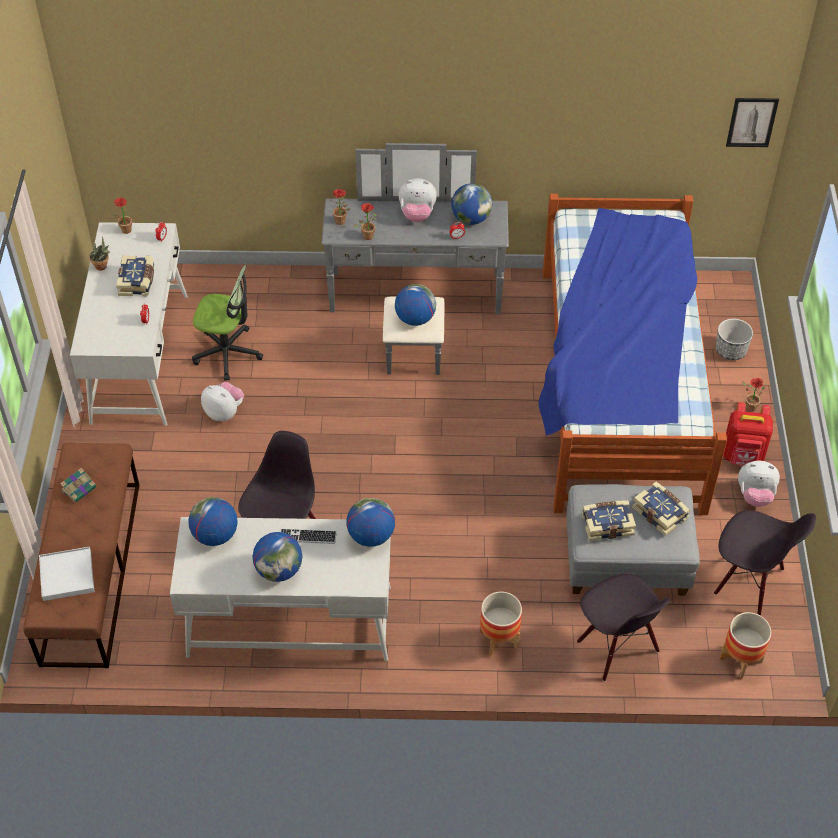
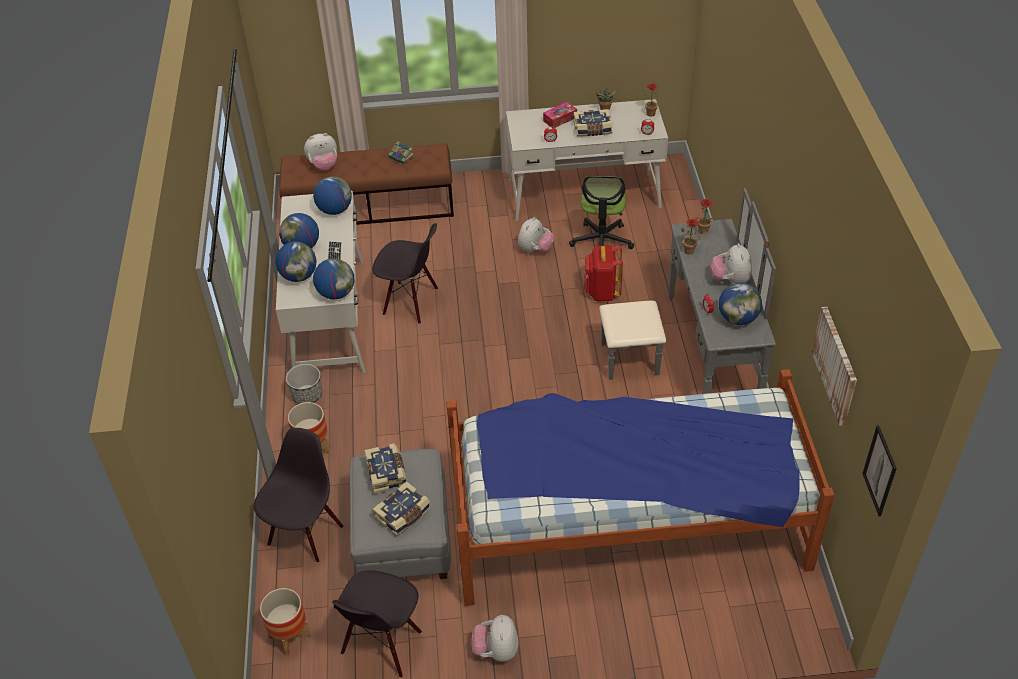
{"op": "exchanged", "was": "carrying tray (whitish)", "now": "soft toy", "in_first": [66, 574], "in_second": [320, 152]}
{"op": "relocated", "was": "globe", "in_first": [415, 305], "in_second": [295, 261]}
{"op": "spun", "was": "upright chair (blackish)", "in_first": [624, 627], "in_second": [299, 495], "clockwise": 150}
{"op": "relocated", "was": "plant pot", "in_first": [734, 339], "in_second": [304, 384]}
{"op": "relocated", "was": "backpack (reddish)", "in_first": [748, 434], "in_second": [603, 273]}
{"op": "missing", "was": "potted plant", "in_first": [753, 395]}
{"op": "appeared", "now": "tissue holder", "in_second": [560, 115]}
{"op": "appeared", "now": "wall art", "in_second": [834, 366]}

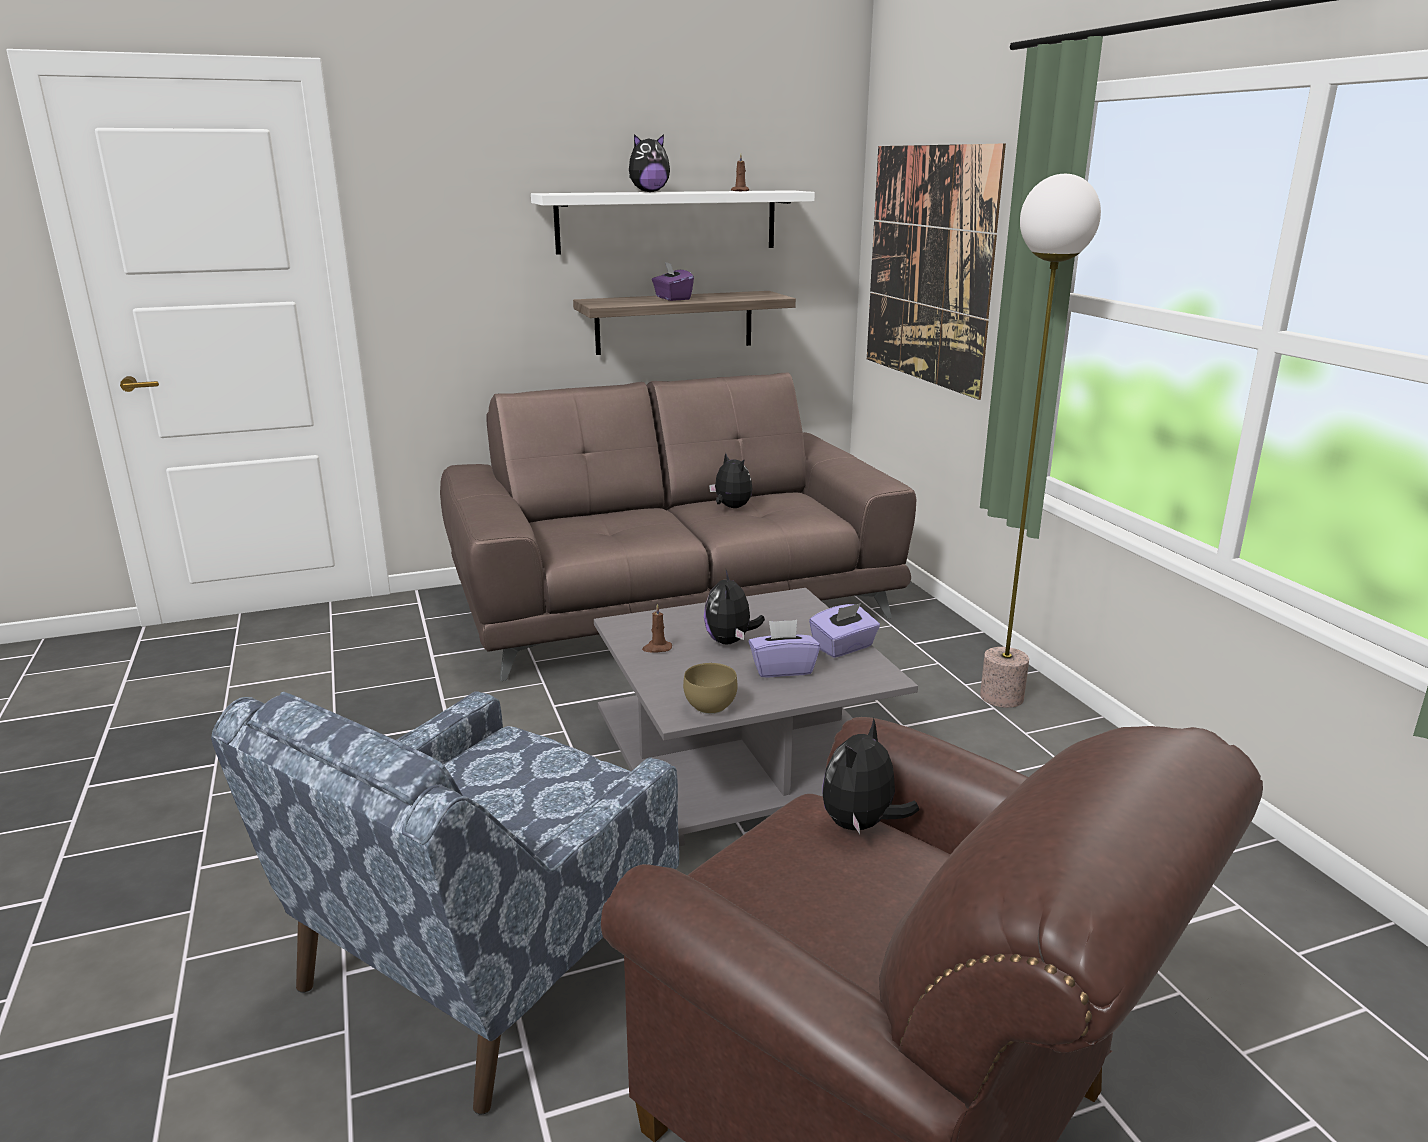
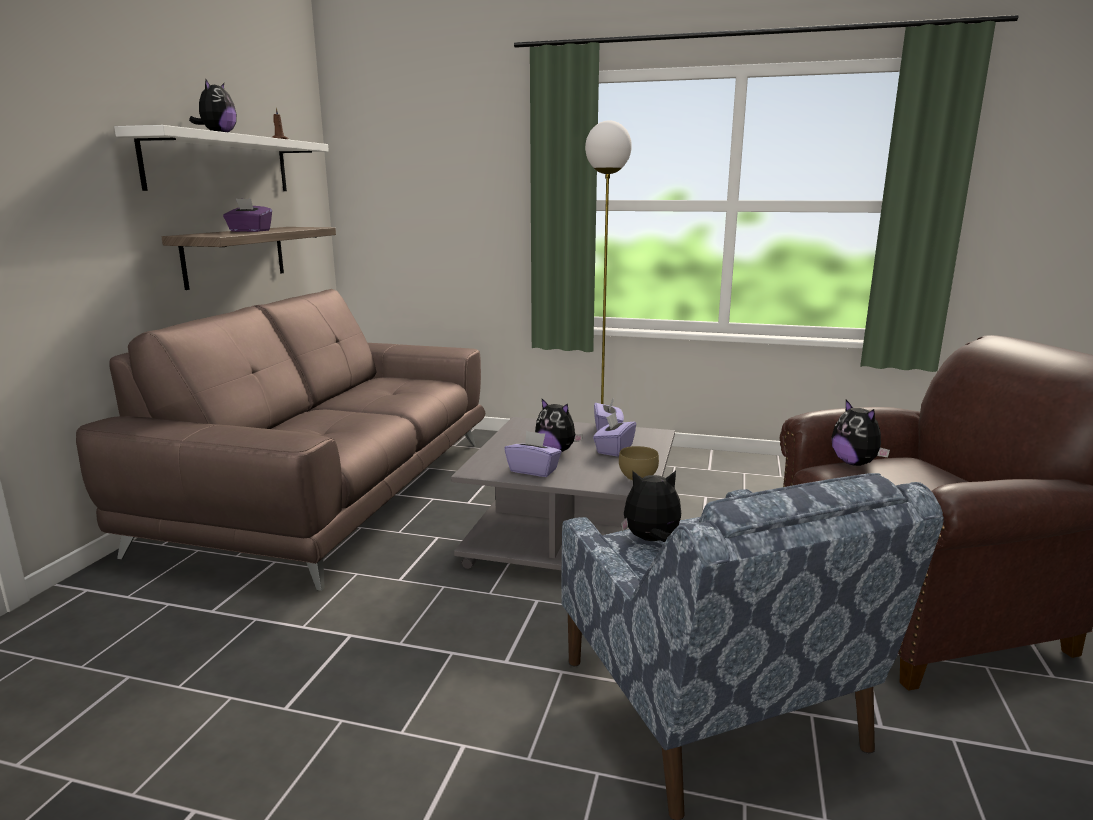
{"op": "exchanged", "was": "candle (brownish)", "now": "tissue holder (purplish)", "in_first": [657, 628], "in_second": [533, 454]}
{"op": "relocated", "was": "soft toy", "in_first": [731, 480], "in_second": [651, 506]}
{"op": "missing", "was": "wall art", "in_first": [936, 272]}

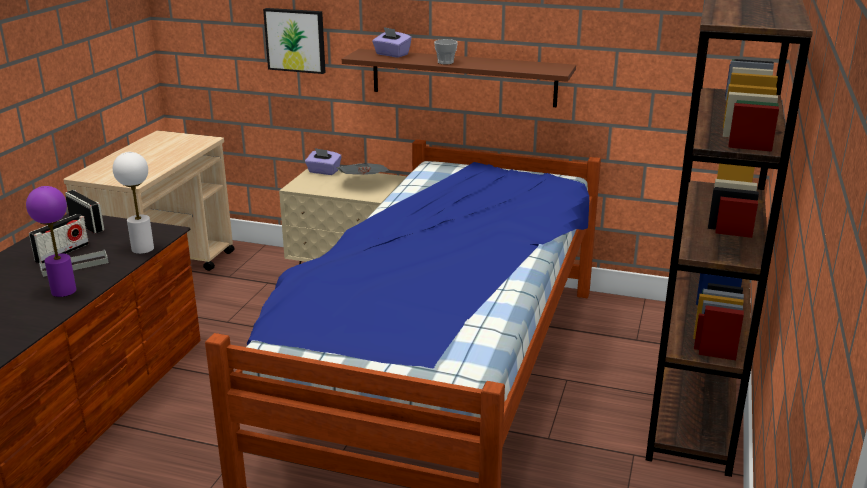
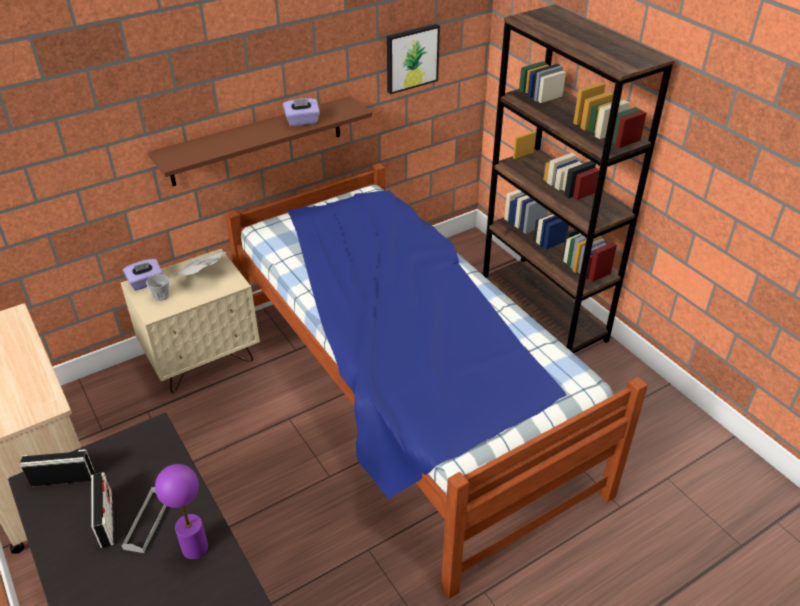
{"op": "missing", "was": "lamp for a table (whitish)", "in_first": [133, 203]}
{"op": "relocated", "was": "wall art", "in_first": [294, 41], "in_second": [413, 59]}
{"op": "relocated", "was": "tissue holder (purplish)", "in_first": [392, 42], "in_second": [301, 112]}
{"op": "relocated", "was": "small cup", "in_first": [446, 51], "in_second": [157, 287]}

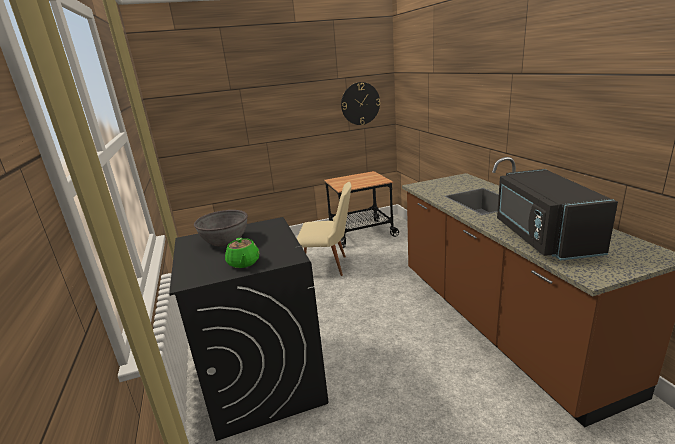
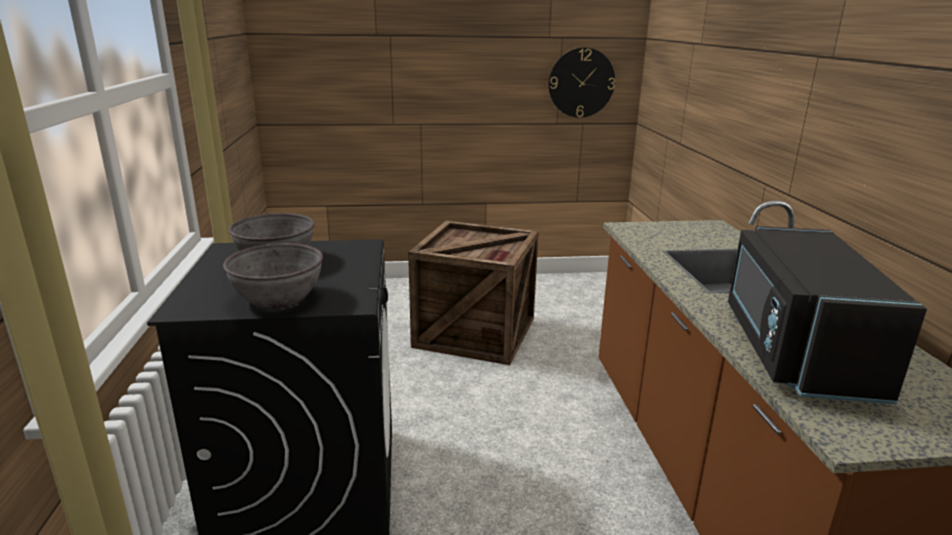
{"op": "exchanged", "was": "teapot (green-coloured)", "now": "deep dish (gray)", "in_first": [242, 253], "in_second": [273, 276]}
{"op": "exchanged", "was": "upright chair (beige-coloured)", "now": "crate", "in_first": [324, 229], "in_second": [473, 293]}
{"op": "missing", "was": "cart", "in_first": [361, 209]}

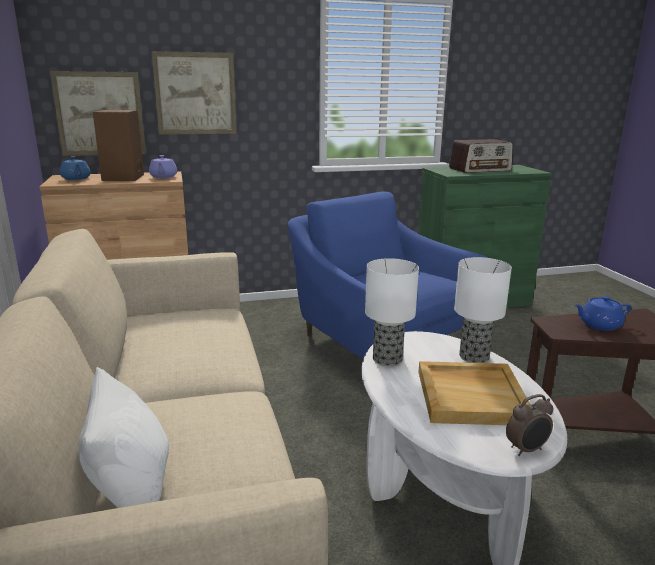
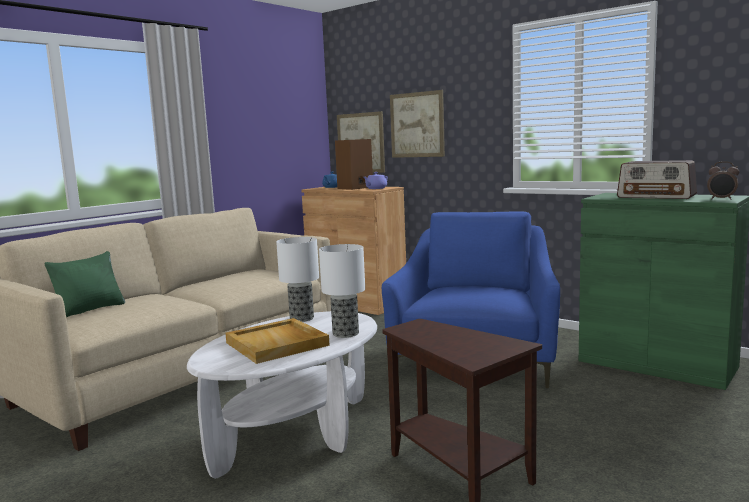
{"op": "colour", "was": "cushion (whitish)", "now": "cushion (green-coloured)", "in_first": [124, 437], "in_second": [84, 284]}
{"op": "relocated", "was": "alarm clock", "in_first": [529, 425], "in_second": [723, 180]}
{"op": "missing", "was": "teapot (bluish)", "in_first": [603, 313]}

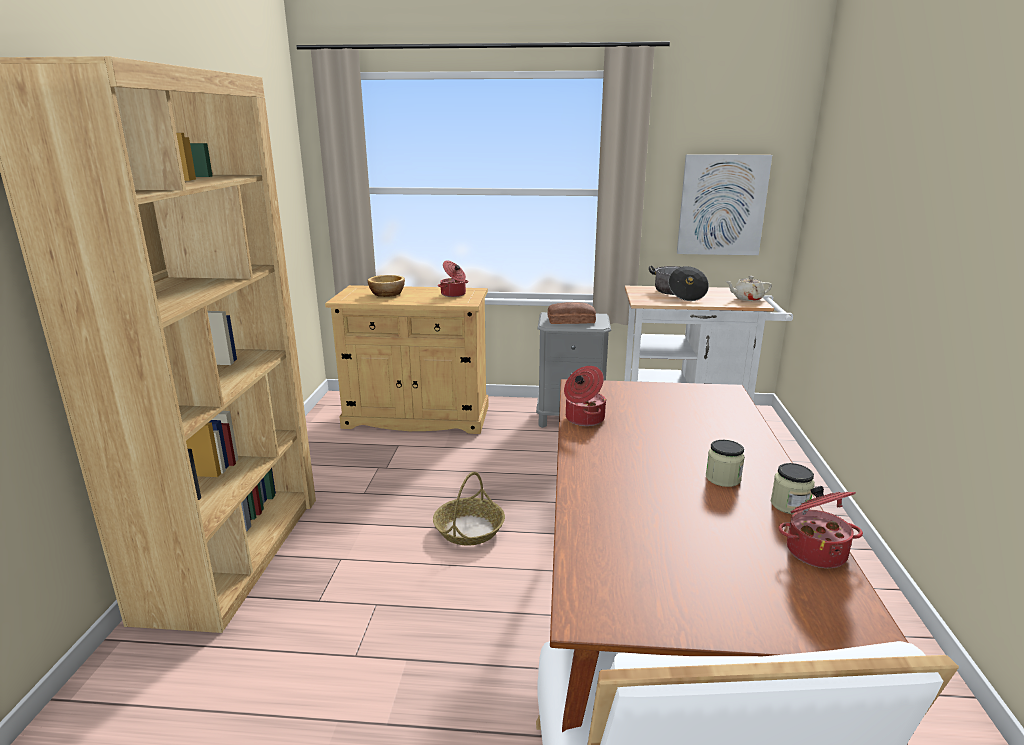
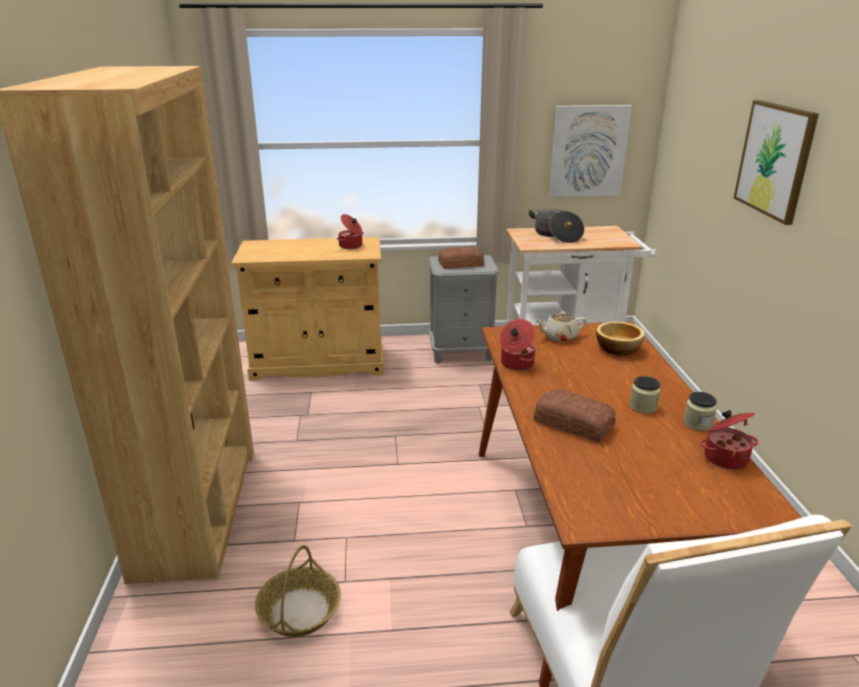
{"op": "relocated", "was": "deep dish", "in_first": [386, 286], "in_second": [620, 338]}
{"op": "relocated", "was": "storage basket", "in_first": [469, 508], "in_second": [298, 591]}
{"op": "relocated", "was": "teapot (beige-coloured)", "in_first": [749, 288], "in_second": [560, 326]}
{"op": "appeared", "now": "bread", "in_second": [575, 416]}
{"op": "appeared", "now": "wall art", "in_second": [776, 162]}

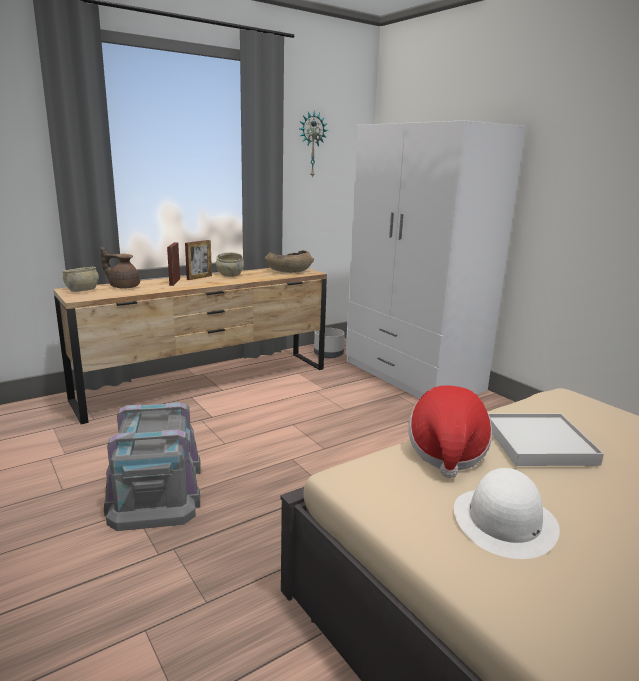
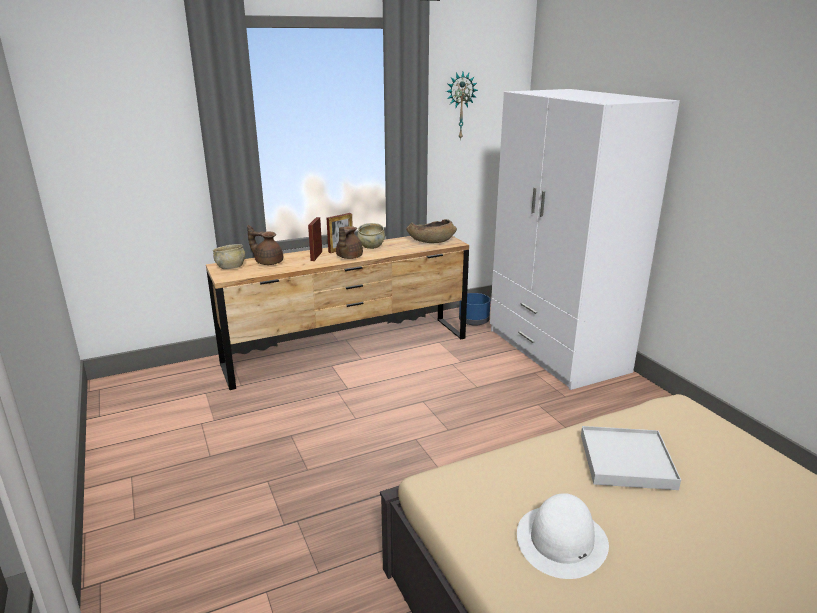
{"op": "missing", "was": "storage container (gray)", "in_first": [152, 466]}
{"op": "colour", "was": "plant pot (gray)", "now": "plant pot (bluish)", "in_first": [329, 343], "in_second": [475, 309]}
{"op": "missing", "was": "wearable hat", "in_first": [450, 431]}
{"op": "appeared", "now": "teapot (brownish)", "in_second": [349, 242]}

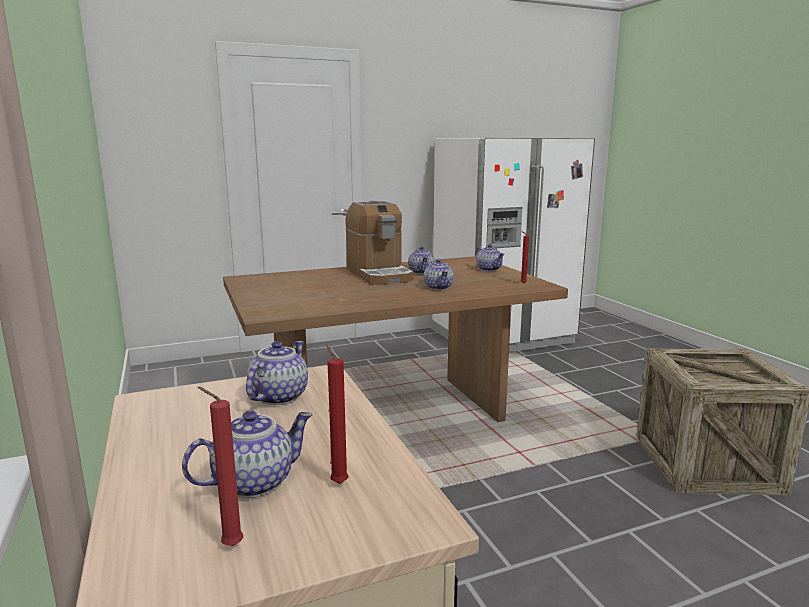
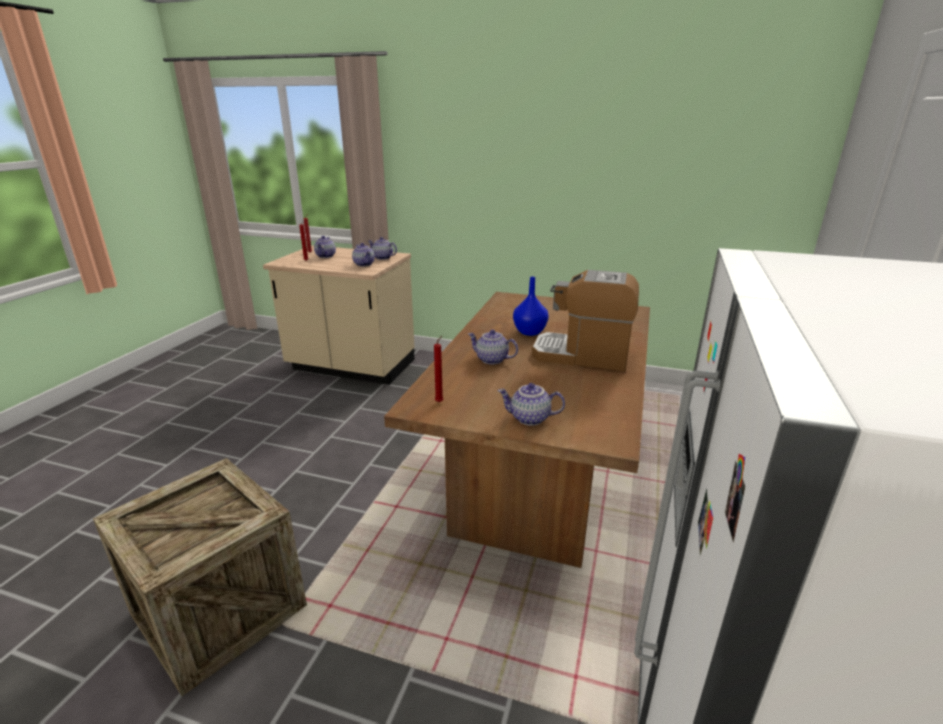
{"op": "relocated", "was": "teapot", "in_first": [421, 260], "in_second": [382, 248]}
{"op": "appeared", "now": "flower vase (bluish)", "in_second": [530, 306]}

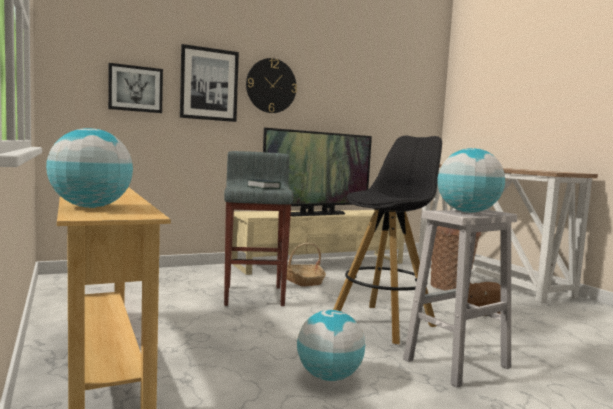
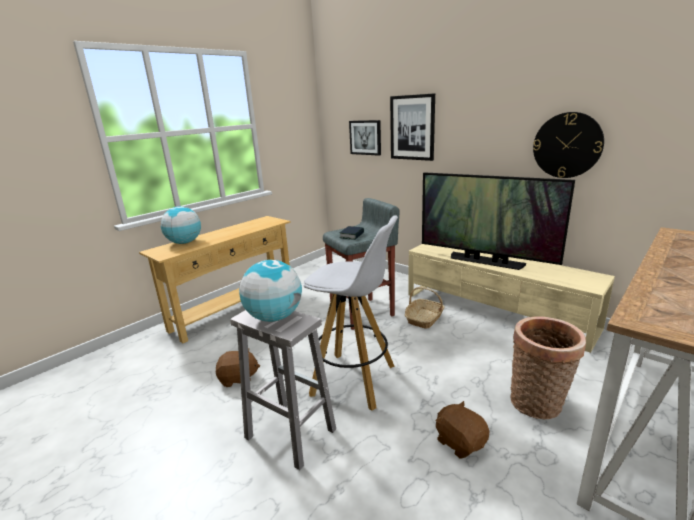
{"op": "relocated", "was": "hanging clock", "in_first": [271, 85], "in_second": [568, 145]}
{"op": "exchanged", "was": "globe", "now": "soft toy (brownish)", "in_first": [331, 345], "in_second": [238, 367]}
{"op": "colour", "was": "sitting stool (blackish)", "now": "sitting stool (whitish)", "in_first": [387, 240], "in_second": [351, 313]}

